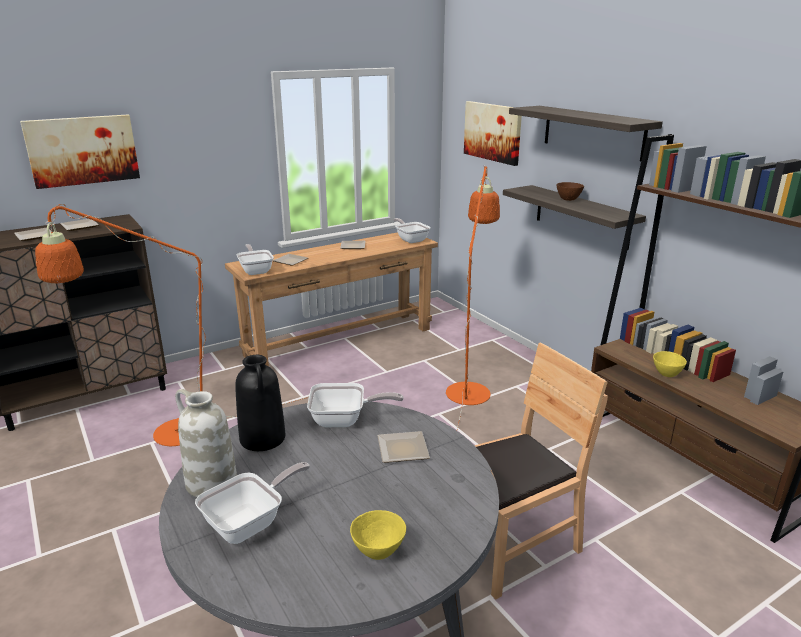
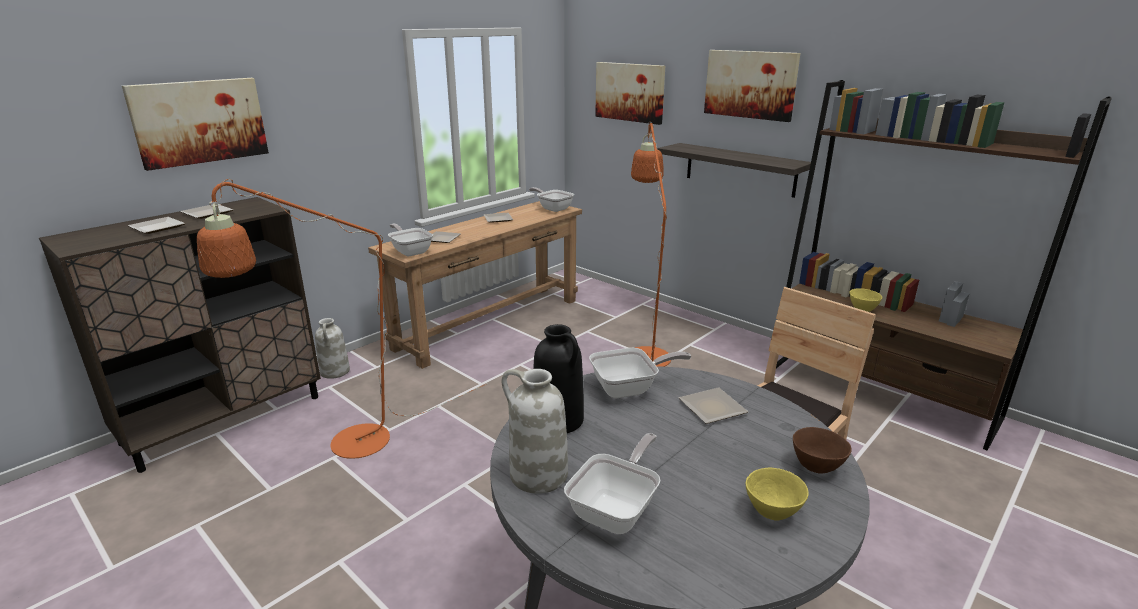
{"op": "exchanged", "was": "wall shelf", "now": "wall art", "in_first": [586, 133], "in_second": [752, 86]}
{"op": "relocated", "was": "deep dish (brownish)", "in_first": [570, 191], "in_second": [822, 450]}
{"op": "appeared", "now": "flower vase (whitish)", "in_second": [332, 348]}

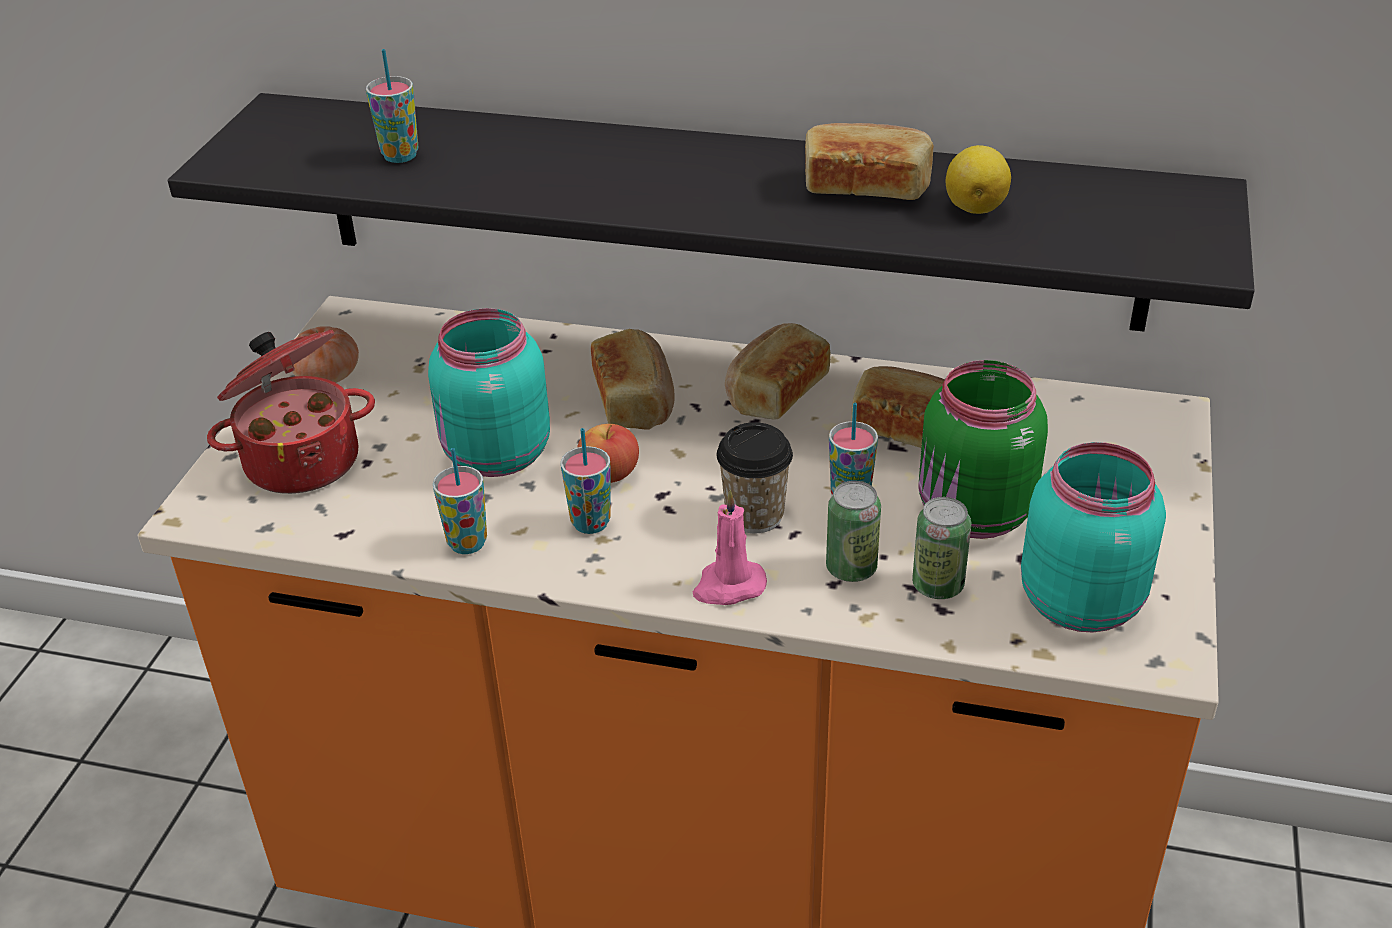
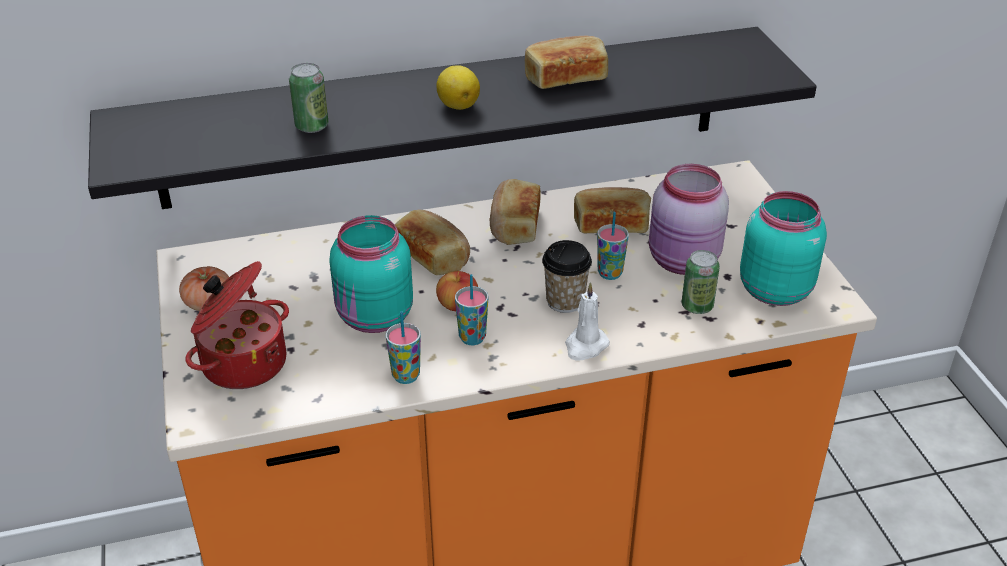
{"op": "missing", "was": "small cup", "in_first": [392, 106]}
{"op": "colour", "was": "candle (pink-coloured)", "now": "candle (whitish)", "in_first": [730, 547], "in_second": [587, 321]}
{"op": "relocated", "was": "metal can", "in_first": [853, 531], "in_second": [308, 98]}
{"op": "colour", "was": "preserve jar (green-coloured)", "now": "preserve jar (pink-coloured)", "in_first": [983, 449], "in_second": [689, 219]}
{"op": "relocated", "was": "whole lemon", "in_first": [978, 179], "in_second": [458, 87]}

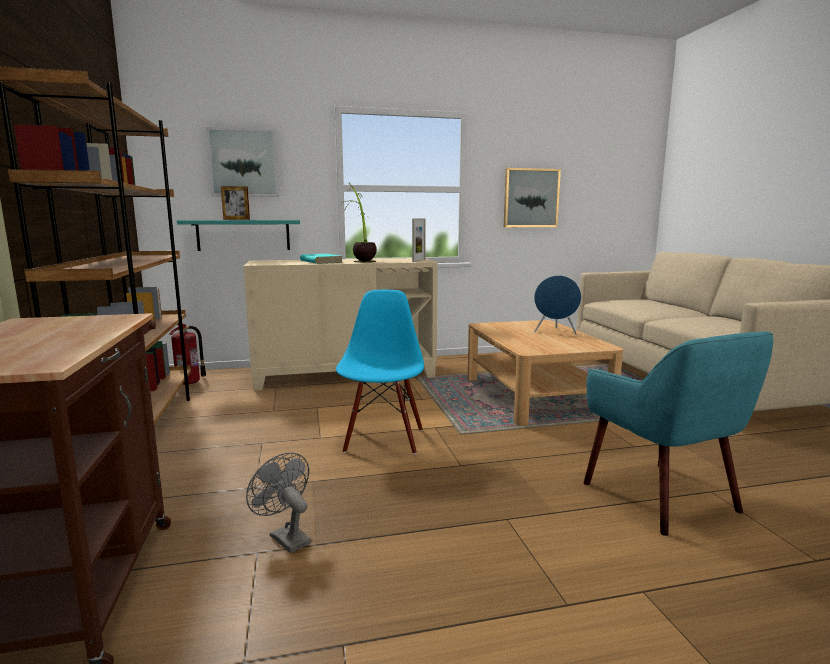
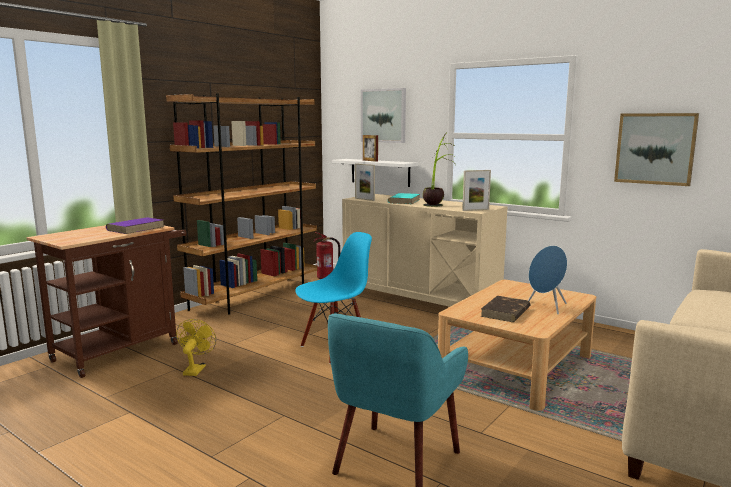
{"op": "colour", "was": "wall shelf (blue-green)", "now": "wall shelf (whitish)", "in_first": [238, 235], "in_second": [375, 173]}
{"op": "colour", "was": "fan (gray)", "now": "fan (yellowish)", "in_first": [278, 503], "in_second": [196, 347]}
{"op": "appeared", "now": "bound book (purplish)", "in_second": [135, 225]}
{"op": "appeared", "now": "standing frame", "in_second": [365, 182]}
{"op": "appeared", "now": "bound book (brownish)", "in_second": [505, 309]}

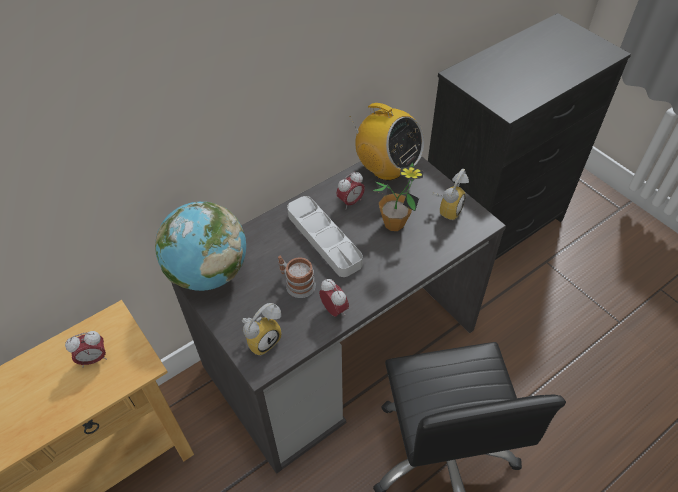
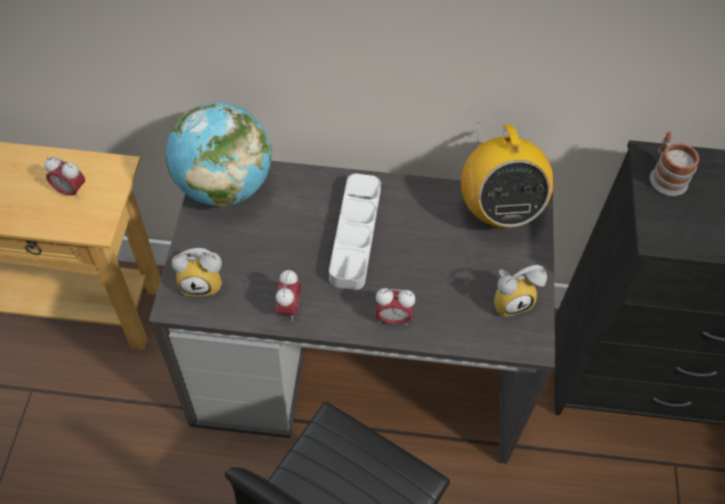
{"op": "relocated", "was": "coffee mug", "in_first": [297, 277], "in_second": [675, 163]}
{"op": "relocated", "was": "alarm clock", "in_first": [350, 190], "in_second": [395, 306]}
{"op": "missing", "was": "potted plant", "in_first": [398, 196]}

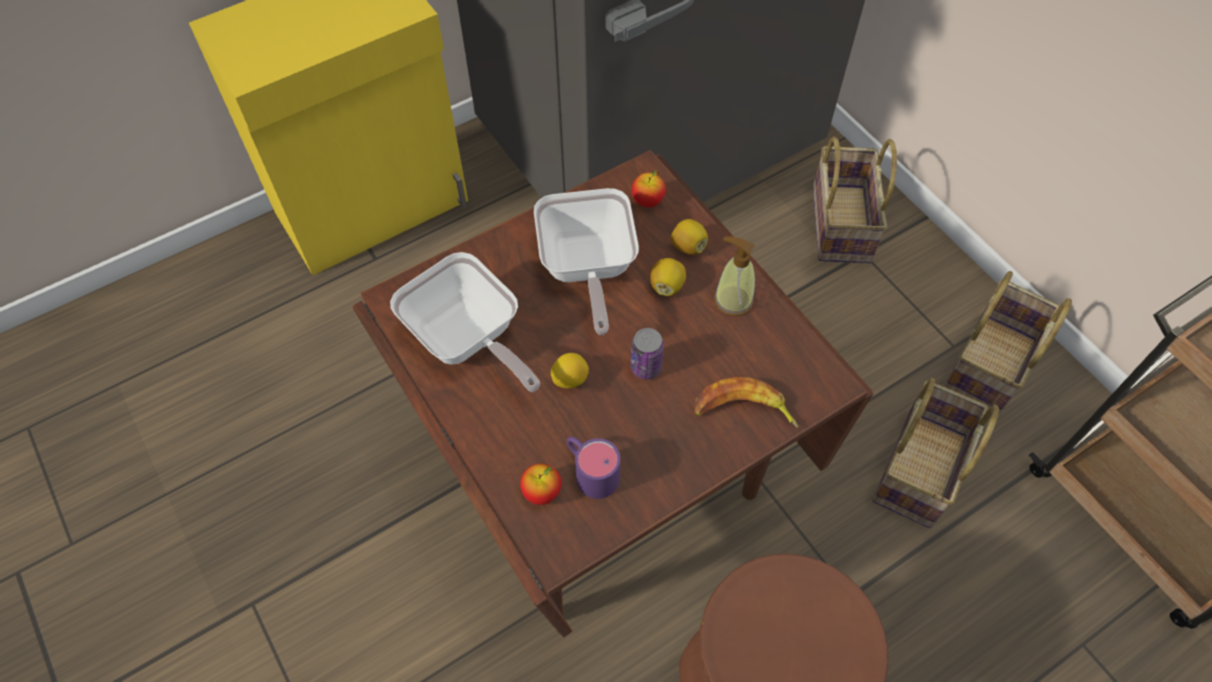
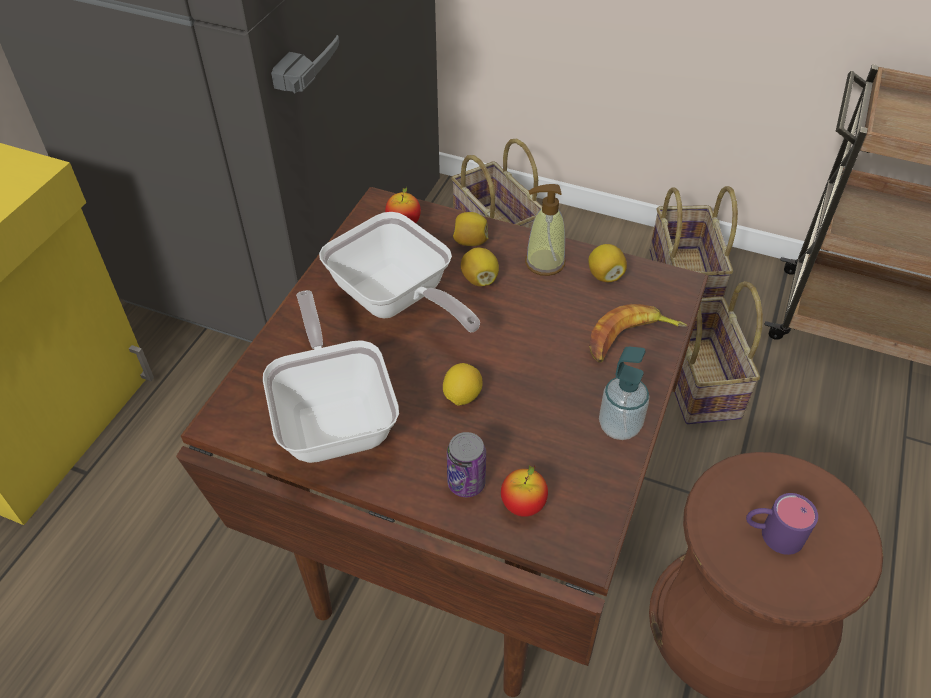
{"op": "spun", "was": "skillet", "in_first": [465, 322], "in_second": [331, 376], "clockwise": -120}
{"op": "relocated", "was": "coffee mug (purplish)", "in_first": [593, 468], "in_second": [782, 524]}
{"op": "relocated", "was": "metal can", "in_first": [647, 353], "in_second": [466, 464]}
{"op": "appeared", "now": "whole lemon", "in_second": [607, 263]}
{"op": "appeared", "now": "soap bottle", "in_second": [624, 393]}

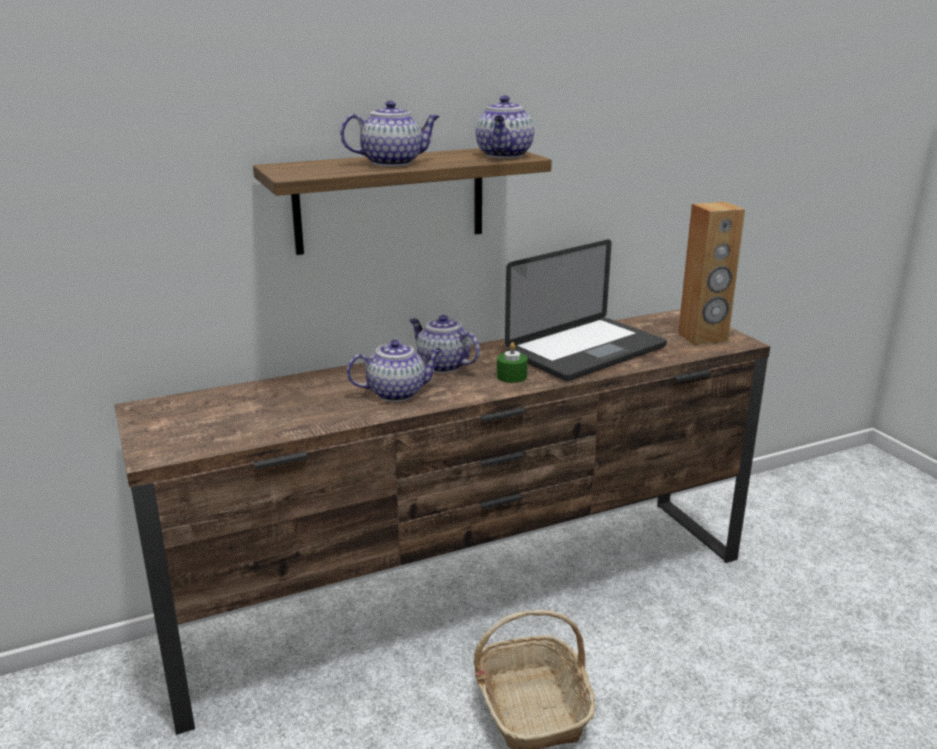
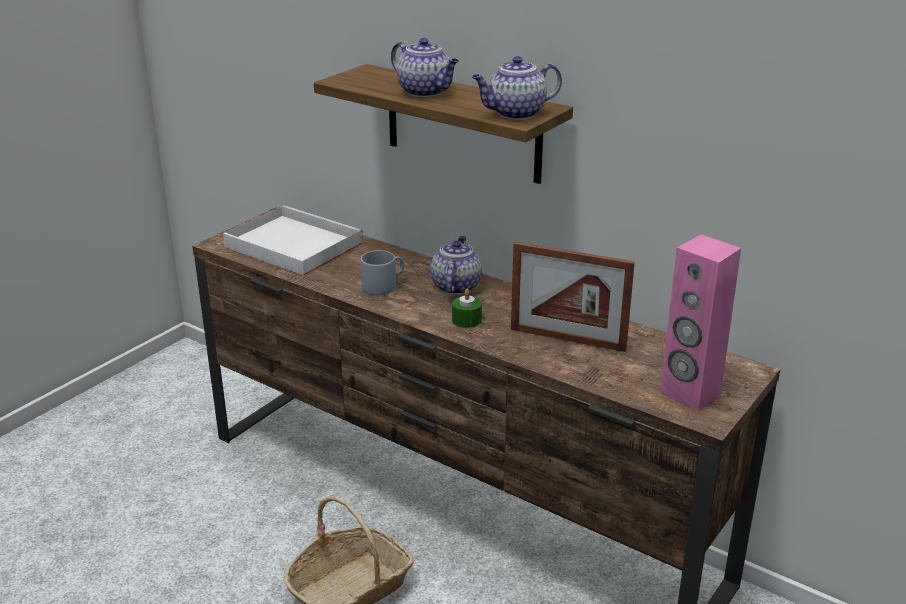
{"op": "exchanged", "was": "teapot", "now": "coffee mug (gray)", "in_first": [395, 371], "in_second": [382, 272]}
{"op": "exchanged", "was": "notebook computer", "now": "standing frame", "in_first": [586, 310], "in_second": [573, 297]}
{"op": "colour", "was": "speaker (brownish)", "now": "speaker (pink-coloured)", "in_first": [711, 273], "in_second": [700, 322]}
{"op": "appeared", "now": "carrying tray (whitish)", "in_second": [293, 240]}

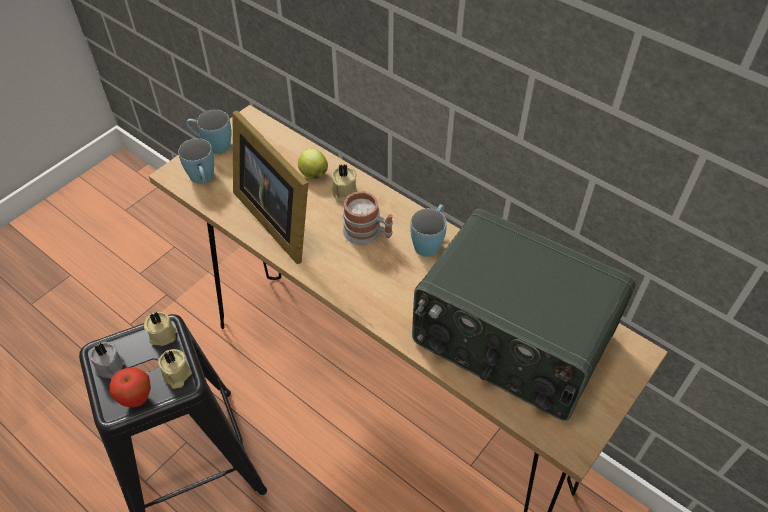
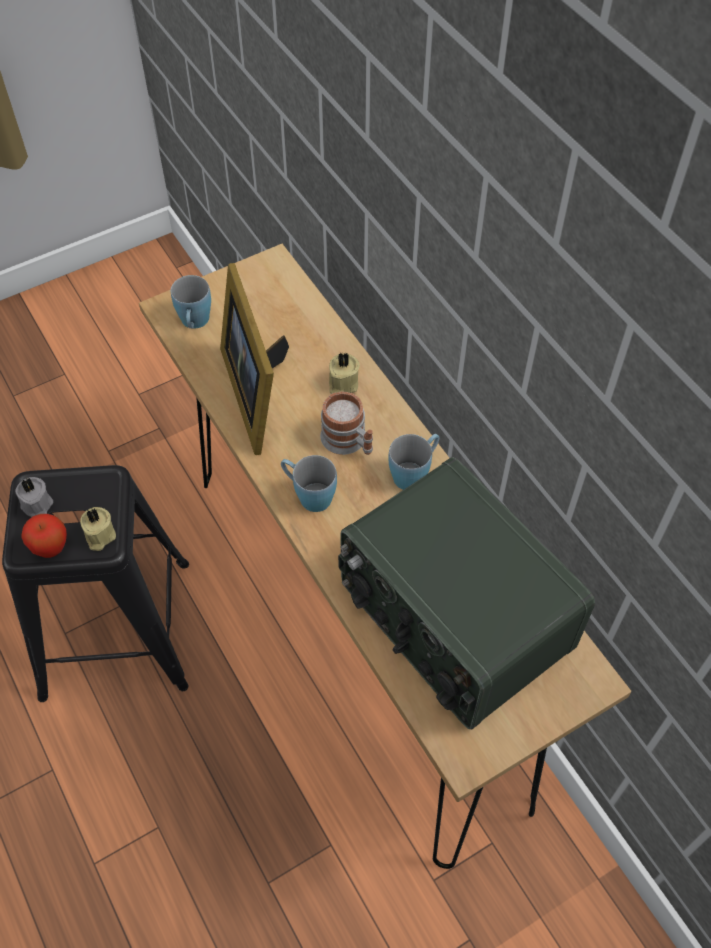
{"op": "missing", "was": "candle (beige-coloured)", "in_first": [160, 329]}
{"op": "relocated", "was": "coffee mug (bluish)", "in_first": [208, 132], "in_second": [309, 483]}
{"op": "missing", "was": "apple", "in_first": [313, 163]}

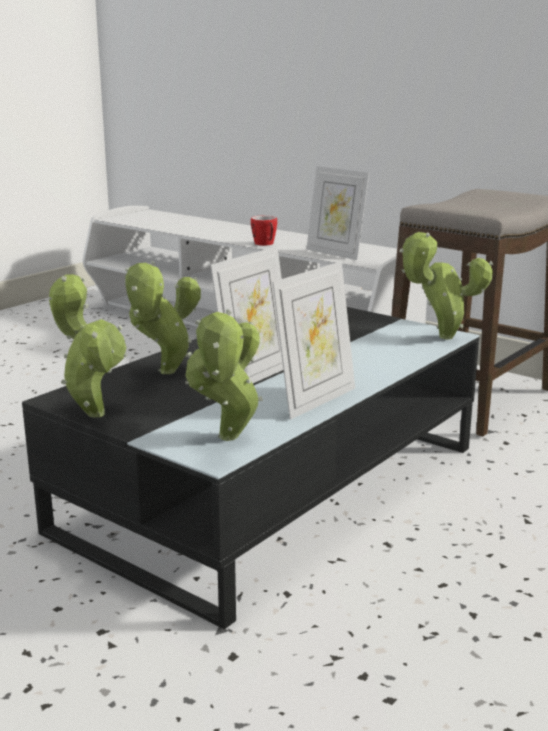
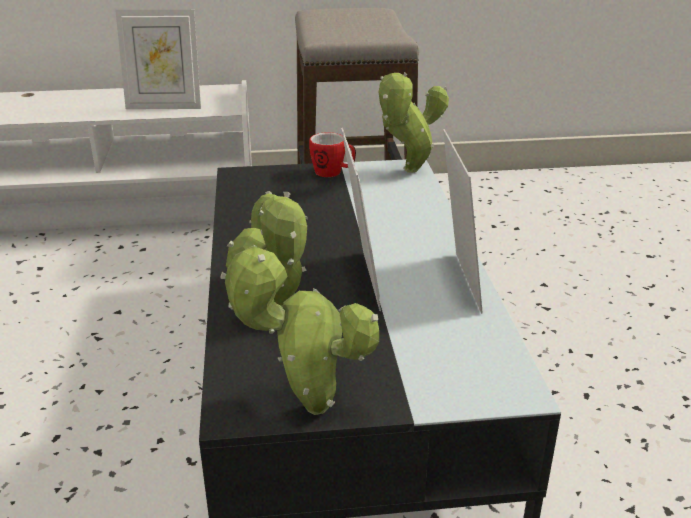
{"op": "missing", "was": "potted plant", "in_first": [224, 375]}
{"op": "relocated", "was": "coffee mug", "in_first": [264, 230], "in_second": [332, 154]}

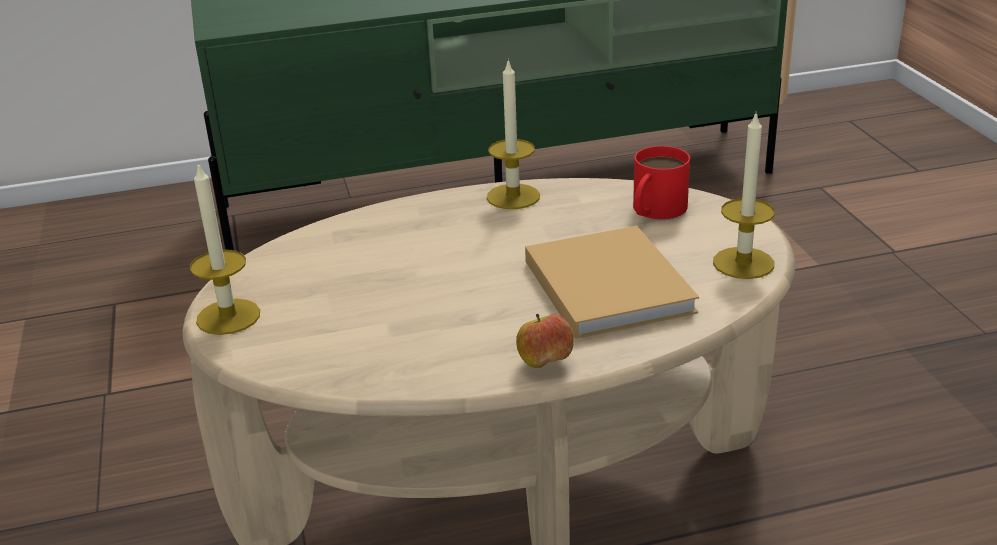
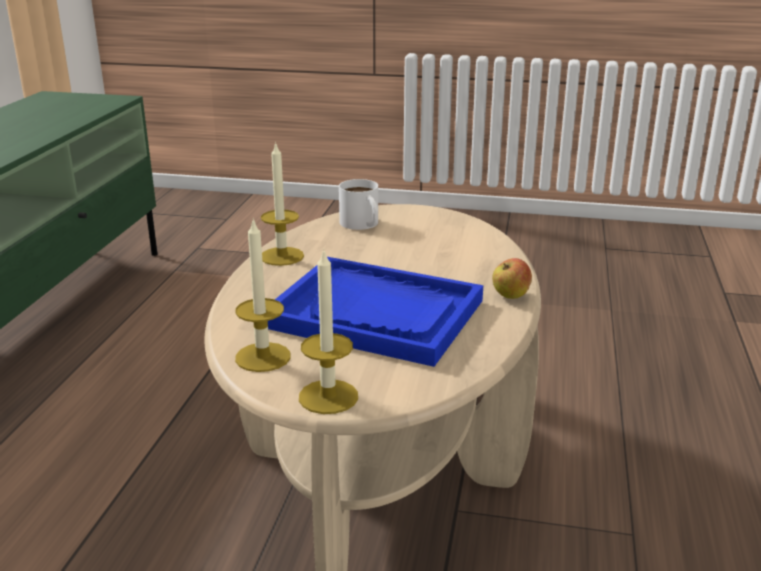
{"op": "missing", "was": "bound book (beige-coloured)", "in_first": [612, 282]}
{"op": "colour", "was": "coffee mug (reddish)", "now": "coffee mug (whitish)", "in_first": [661, 182], "in_second": [358, 204]}
{"op": "relocated", "was": "candle", "in_first": [744, 195], "in_second": [263, 295]}
{"op": "appeared", "now": "carrying tray (bluish)", "in_second": [375, 312]}

